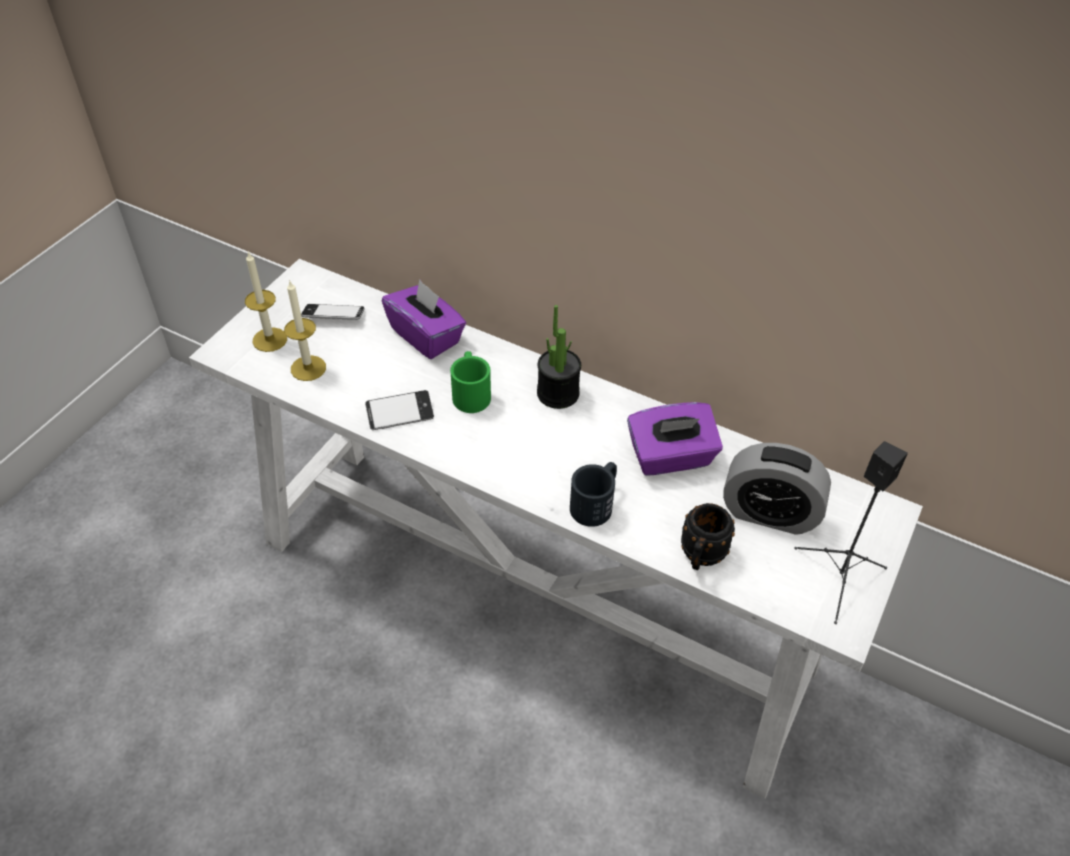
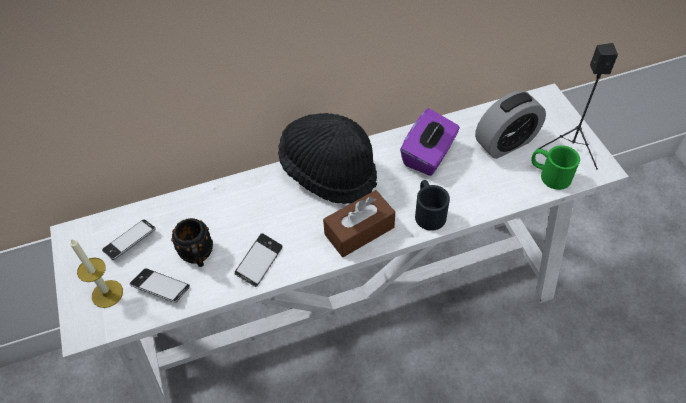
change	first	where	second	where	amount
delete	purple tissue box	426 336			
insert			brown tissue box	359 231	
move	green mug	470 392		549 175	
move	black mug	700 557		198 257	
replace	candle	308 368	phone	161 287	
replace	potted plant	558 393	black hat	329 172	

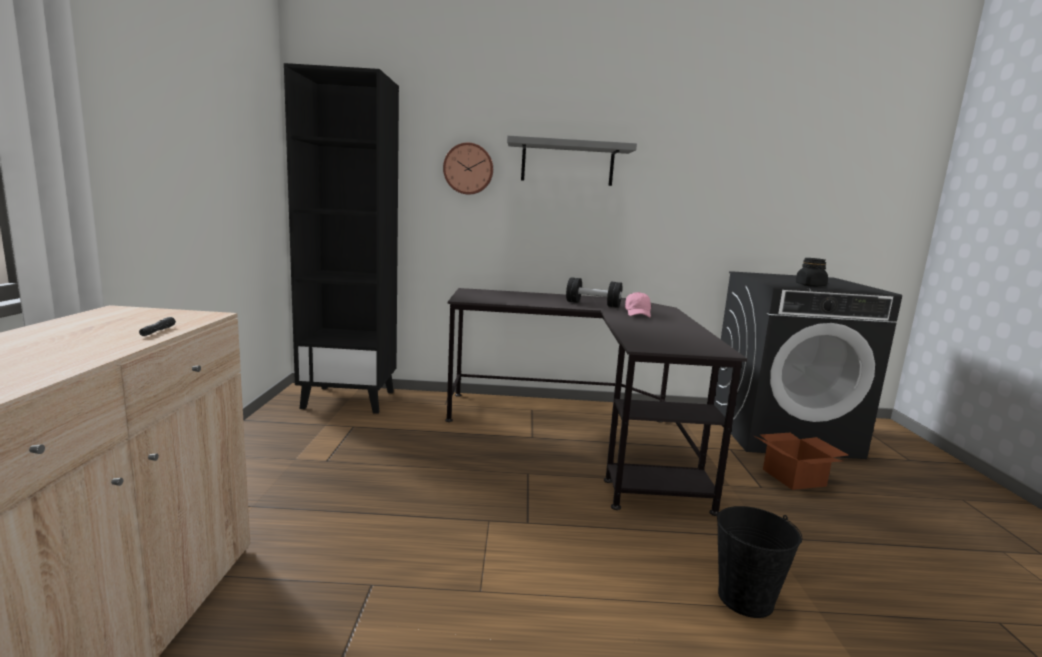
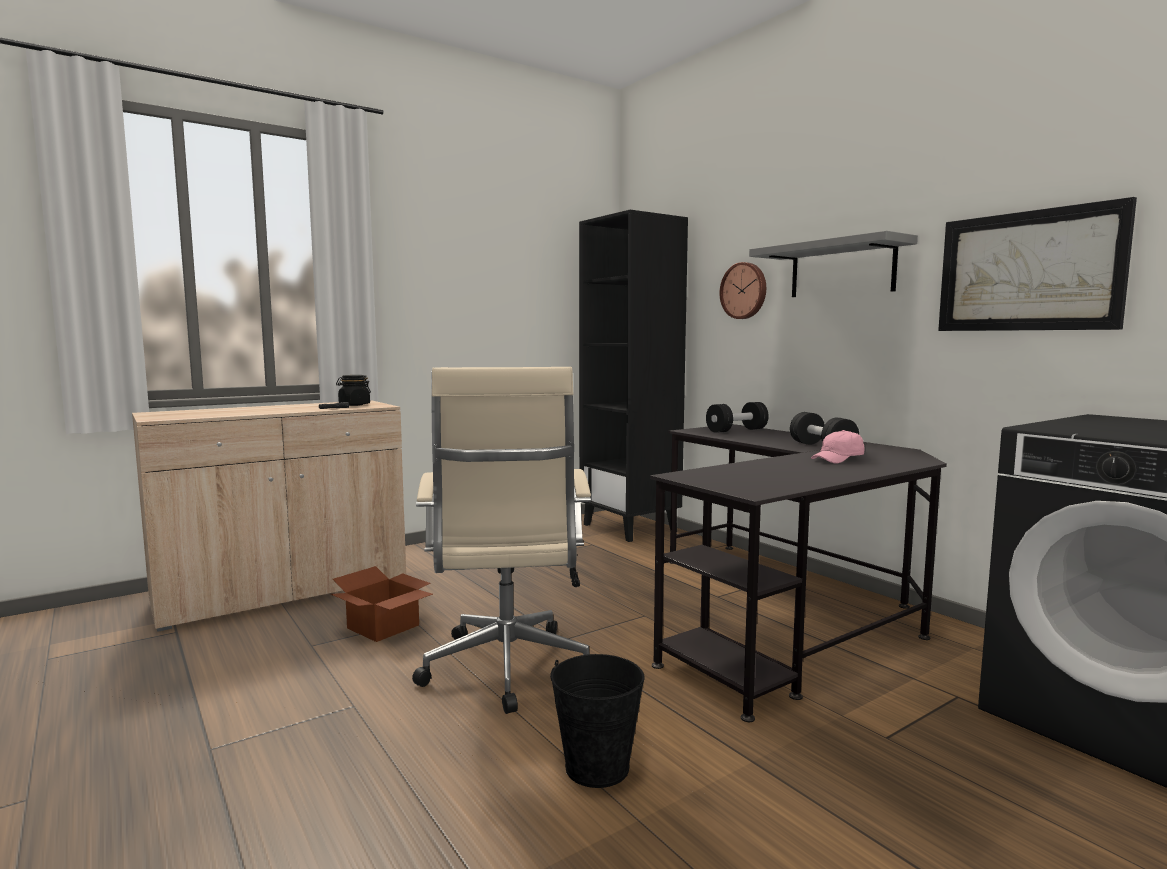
change	first	where	second	where	amount
insert			beige office chair	507 671	
insert			black dumbbell	736 430	
insert			picture	1028 271	
move	cardboard box	795 478		383 627	
move	black jar	810 285		354 405	

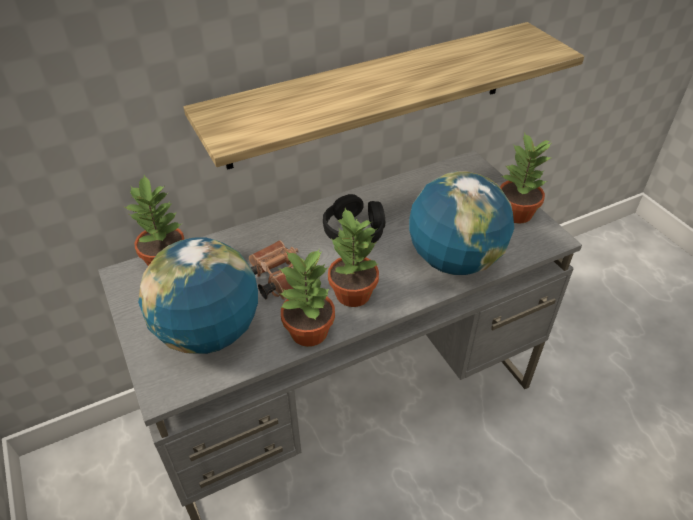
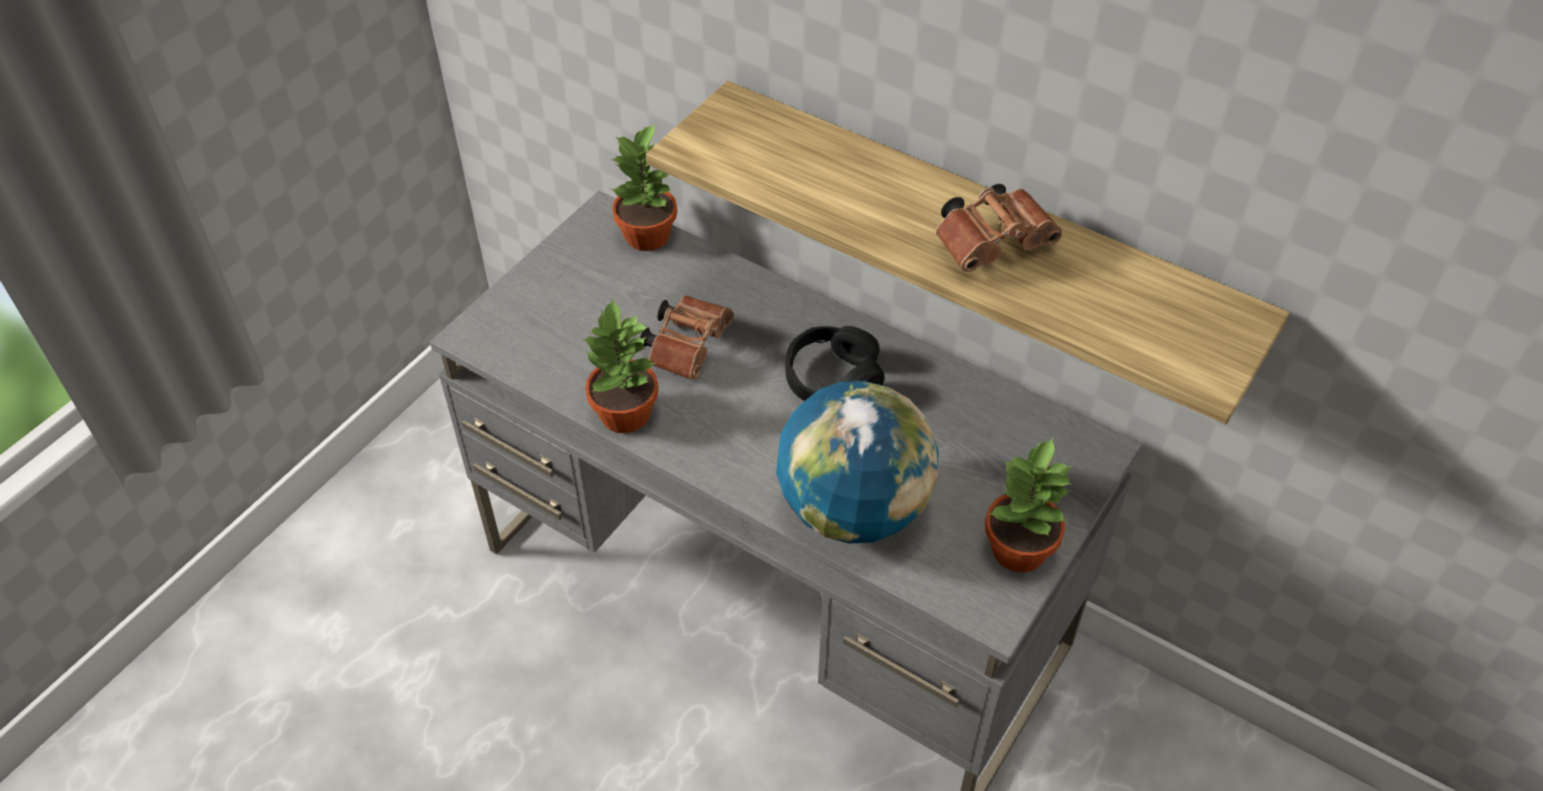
change	first	where	second	where	amount
delete	globe	208 332			
delete	potted plant	352 293			
insert			brown binoculars	995 243	

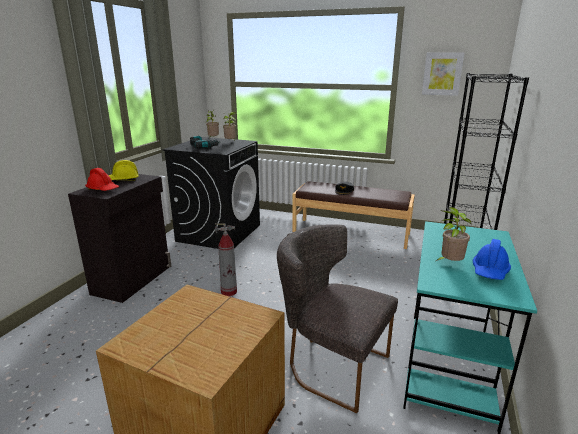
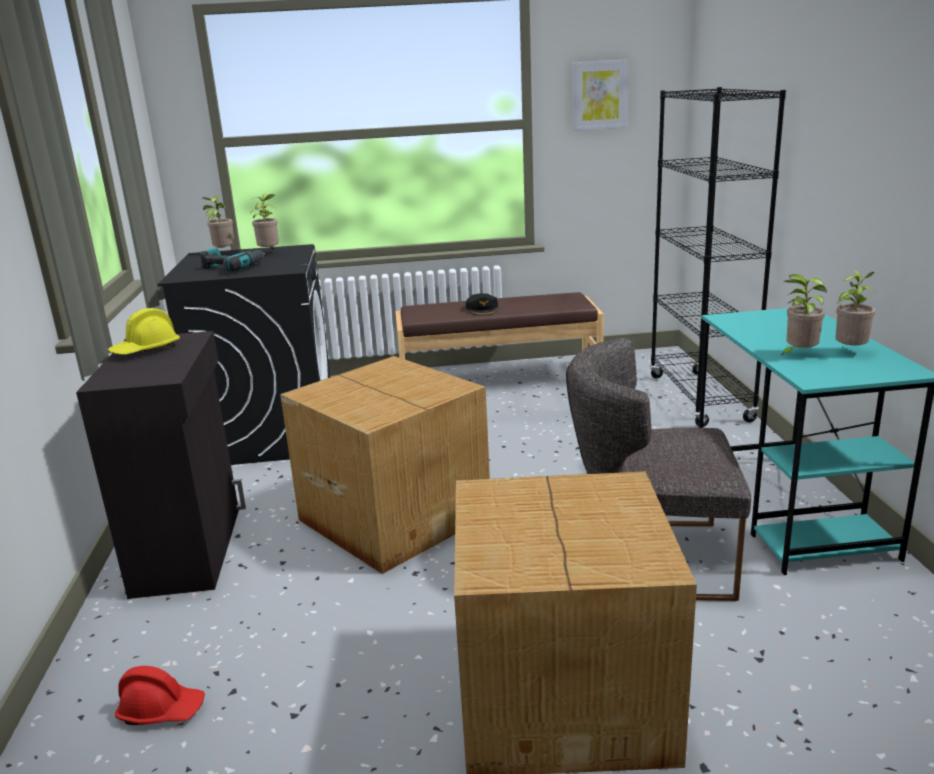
change	first	where	second	where	amount
move	red hard hat	103 189		162 710	
replace	fire extinguisher	229 292	cardboard box	394 515	
replace	blue hard hat	490 271	potted plant	850 351	

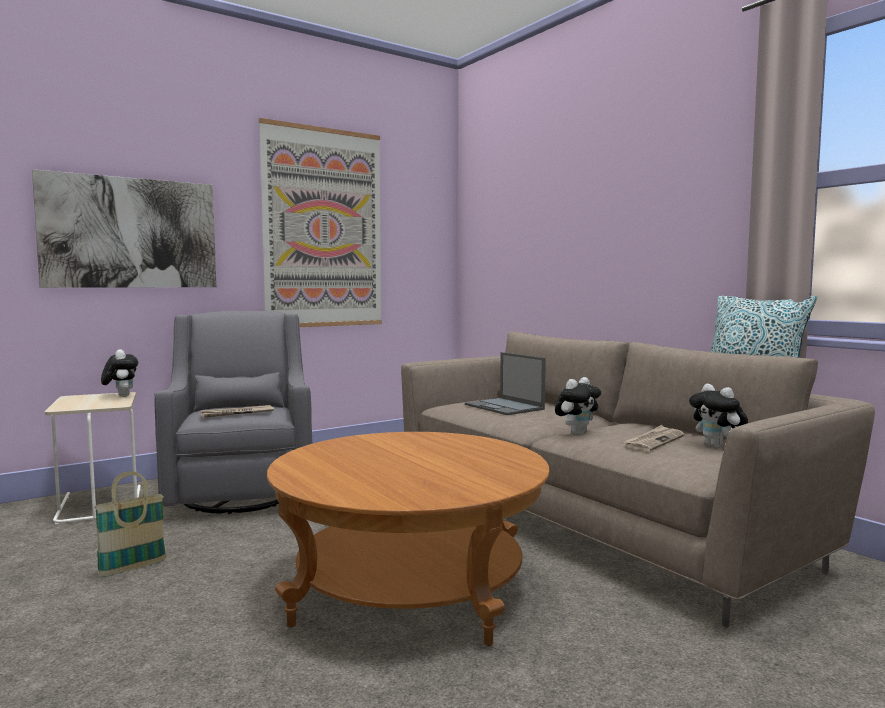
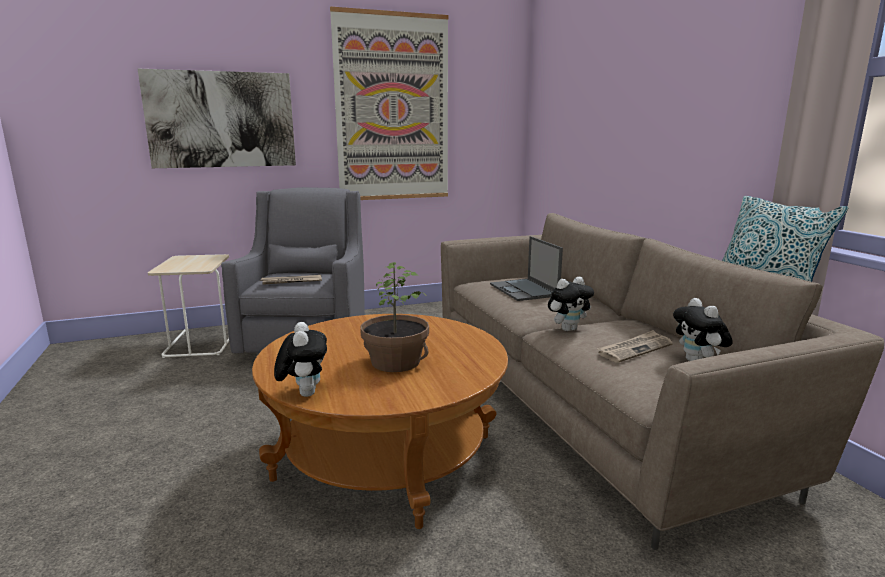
change	first	where	second	where	amount
delete	basket	132 568			
insert			potted plant	395 362	
move	plush toy	121 396		304 393	

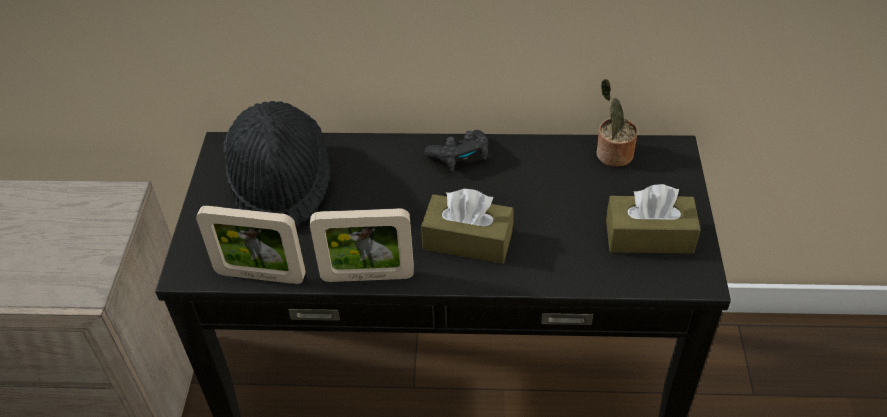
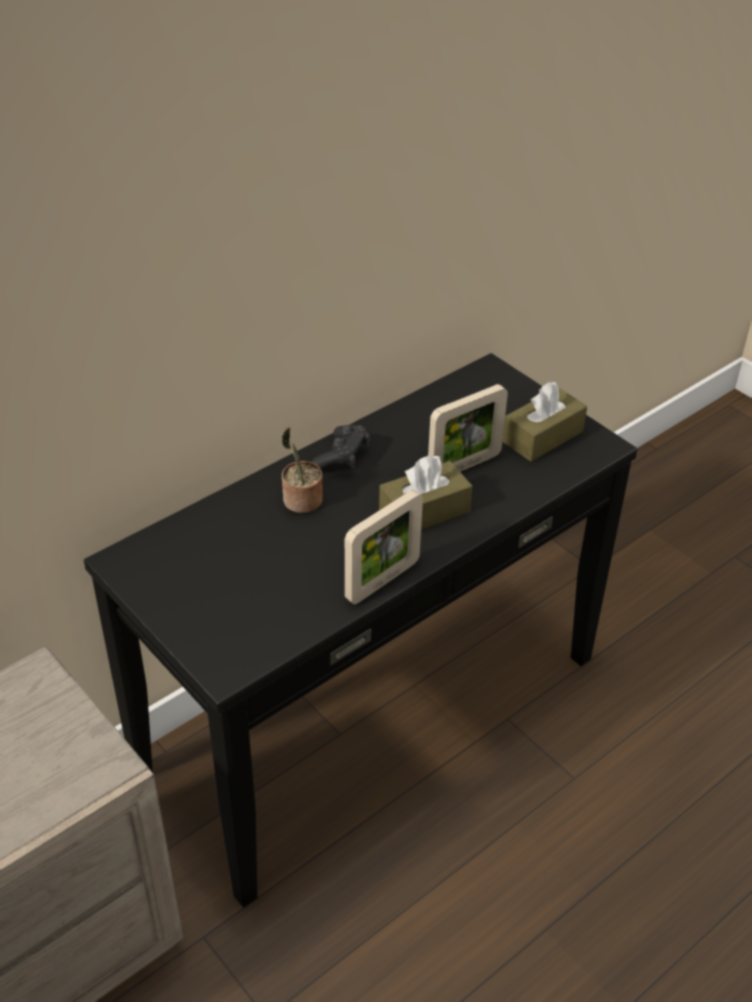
change	first	where	second	where	amount
delete	black hat	280 183			
move	picture frame	260 275		464 466	
move	potted plant	612 154		301 501	

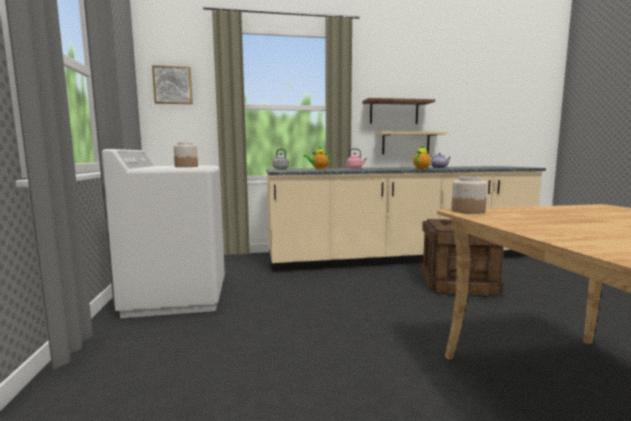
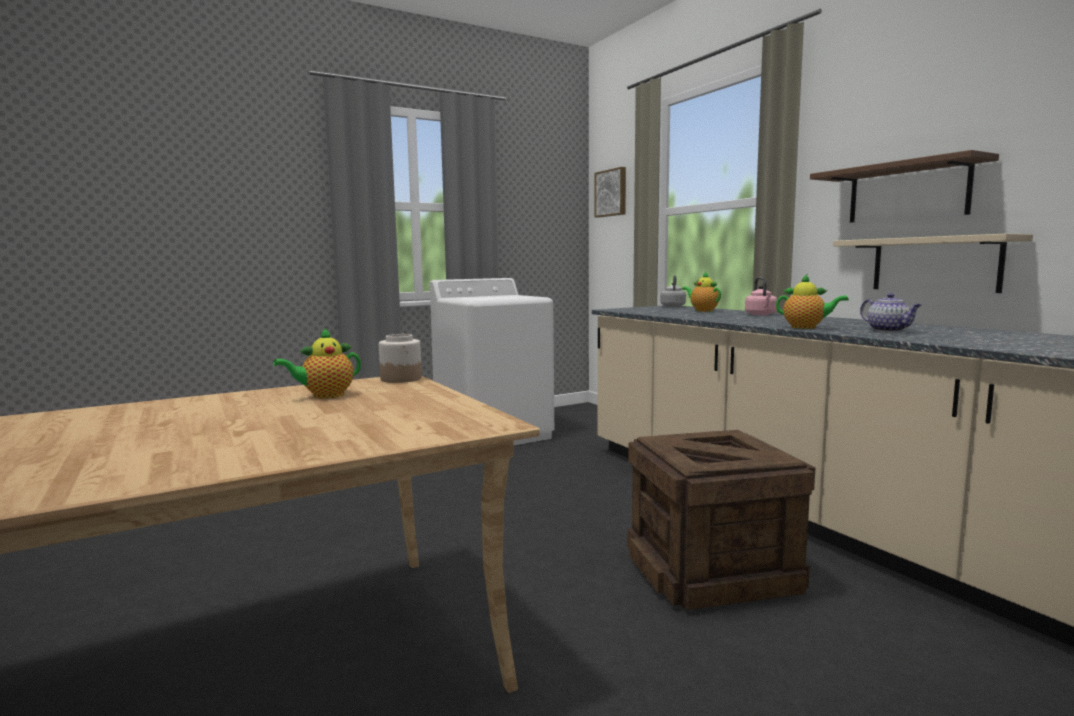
change	first	where	second	where	amount
delete	jar	186 166			
insert			teapot	325 395	

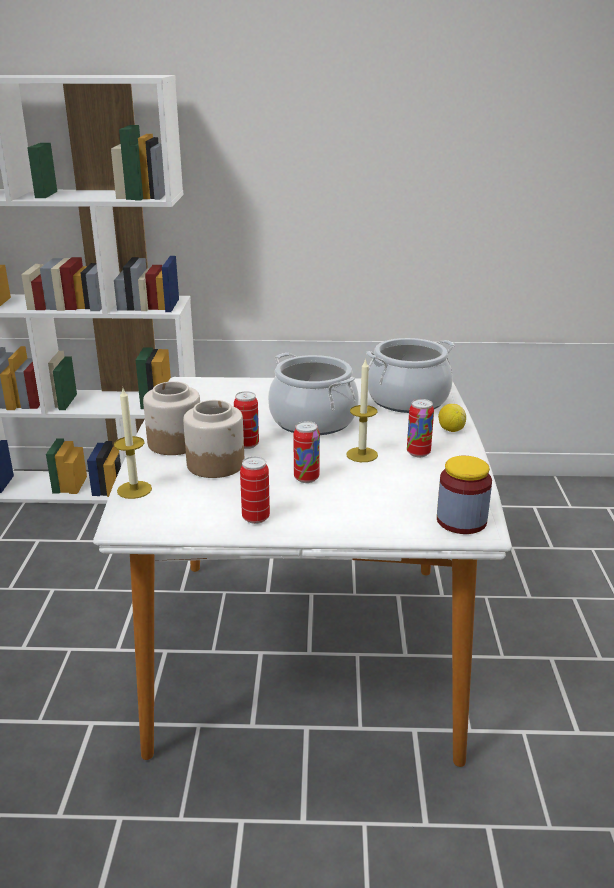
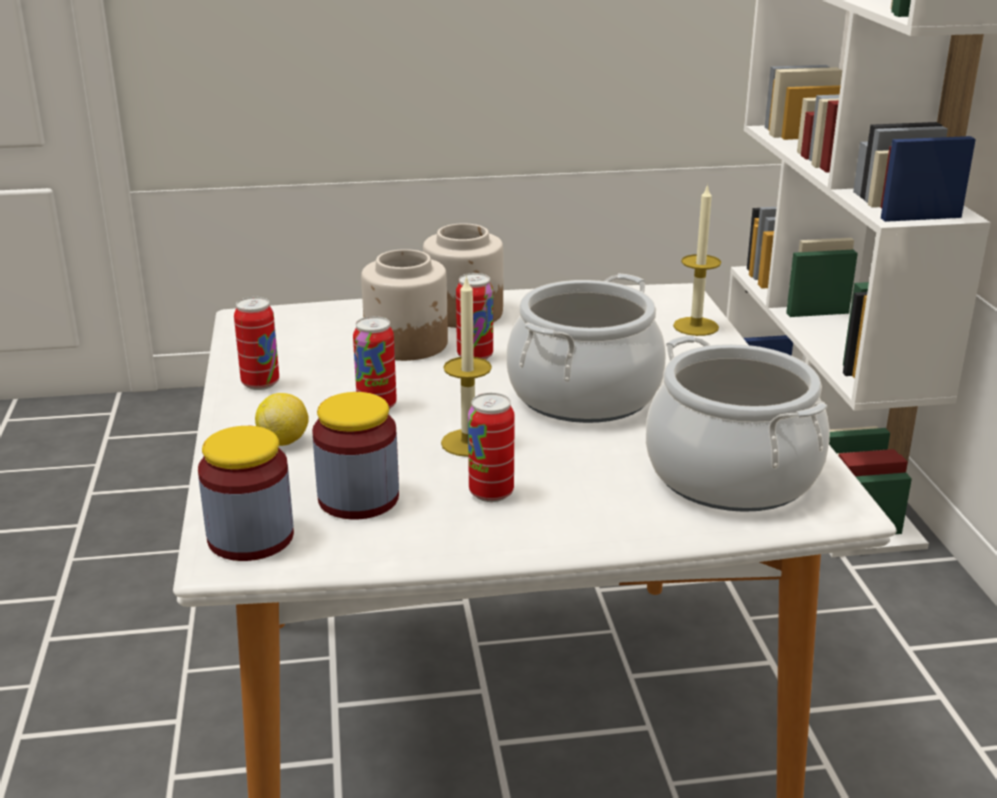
change	first	where	second	where	amount
insert			jar	358 498	
move	candle	134 490		695 326	
move	lemon	451 430		284 441	

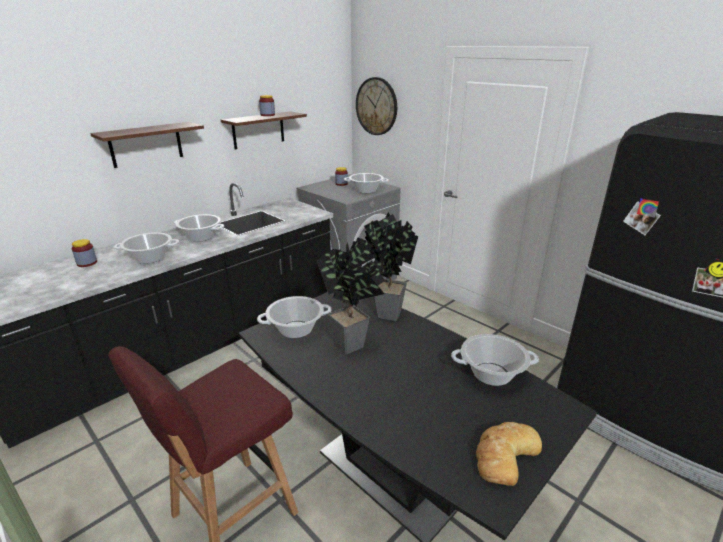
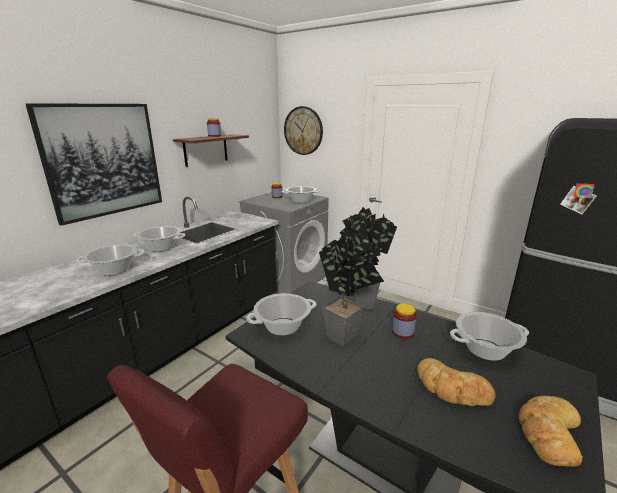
change	first	where	second	where	amount
insert			bread	452 388	
move	jar	87 263		402 332	
replace	shelf	146 144	picture	103 160	

